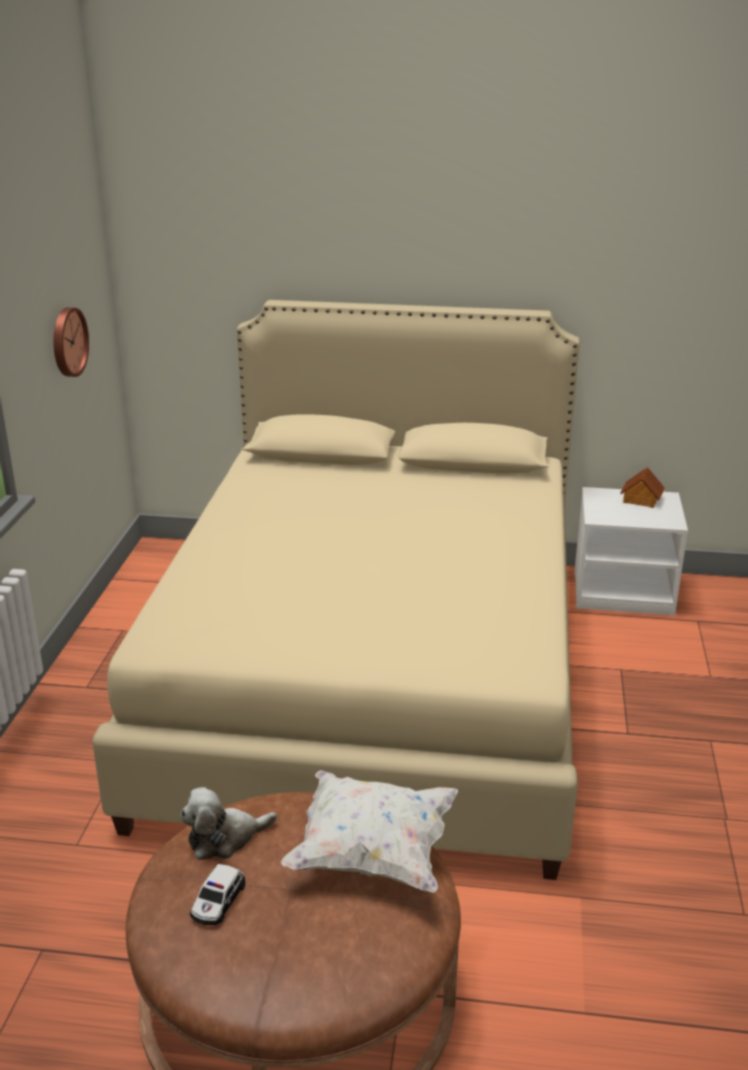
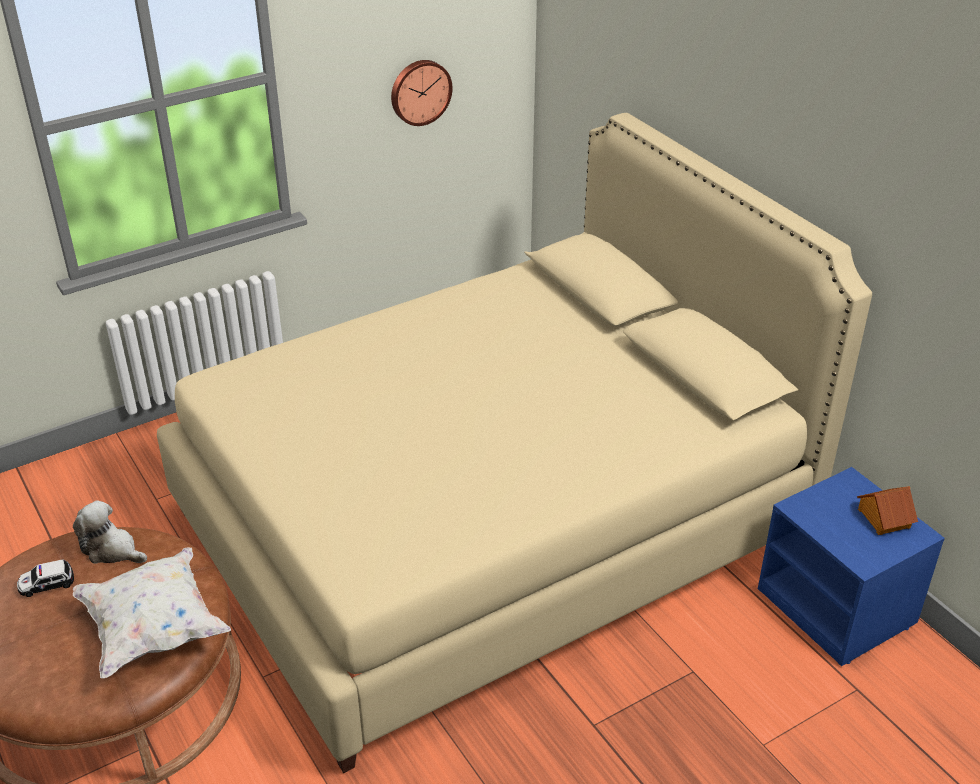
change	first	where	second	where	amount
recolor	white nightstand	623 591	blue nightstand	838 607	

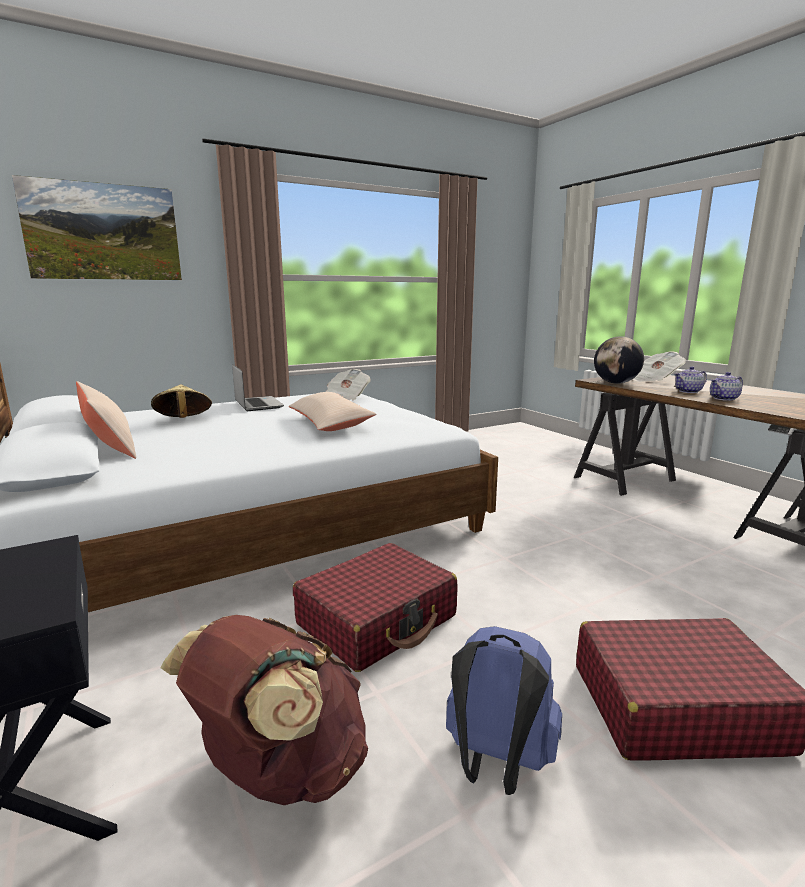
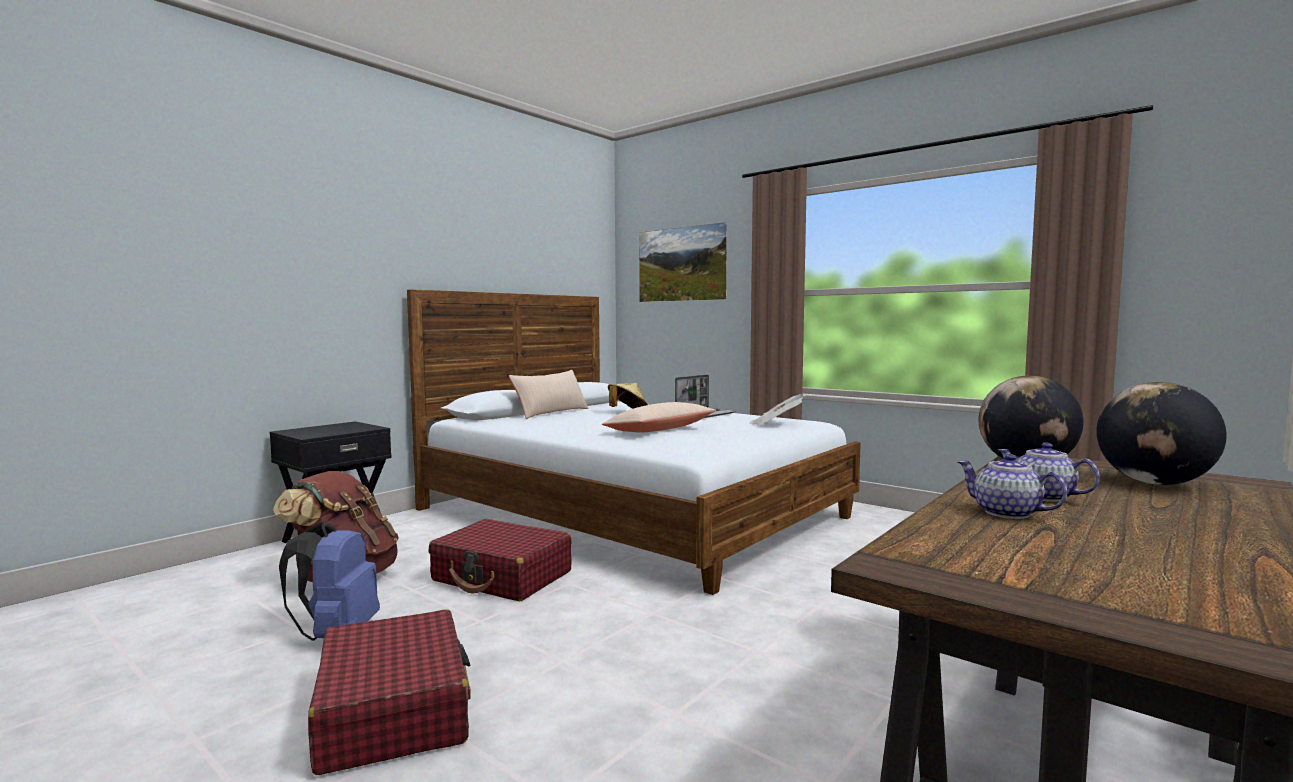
change	first	where	second	where	amount
replace	newspaper	655 380	globe	1154 483	

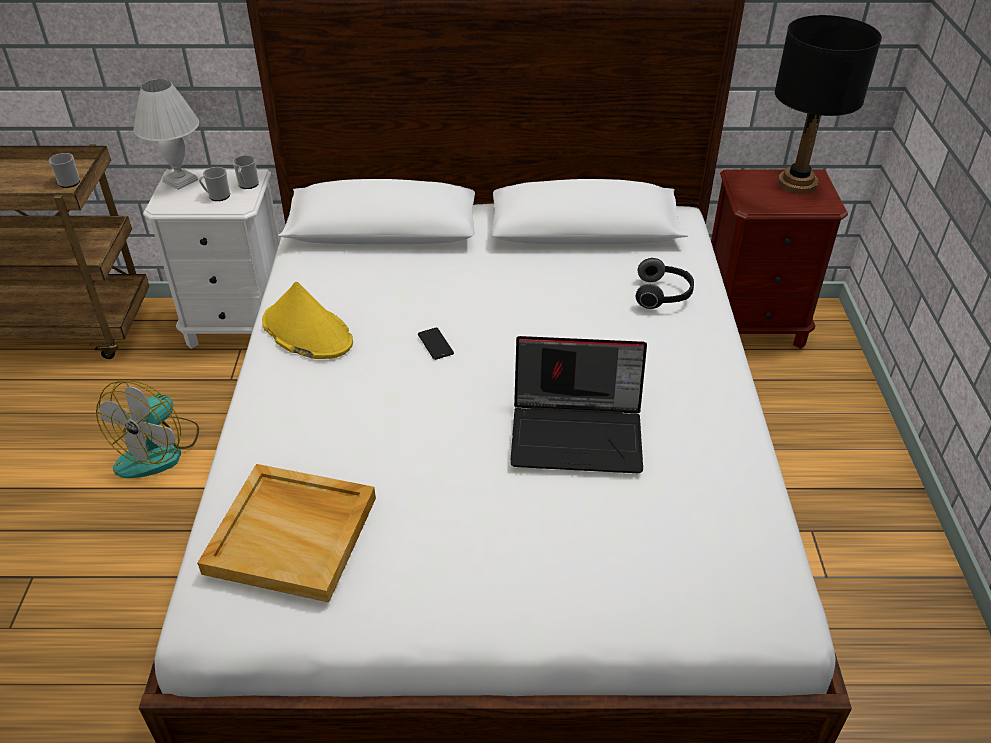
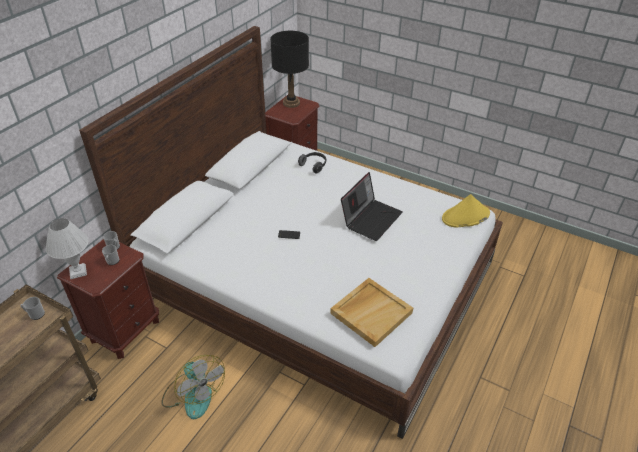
change	first	where	second	where	amount
move	yellow hat	306 332		465 216	
recolor	white nightstand	239 326	brown nightstand	125 330	

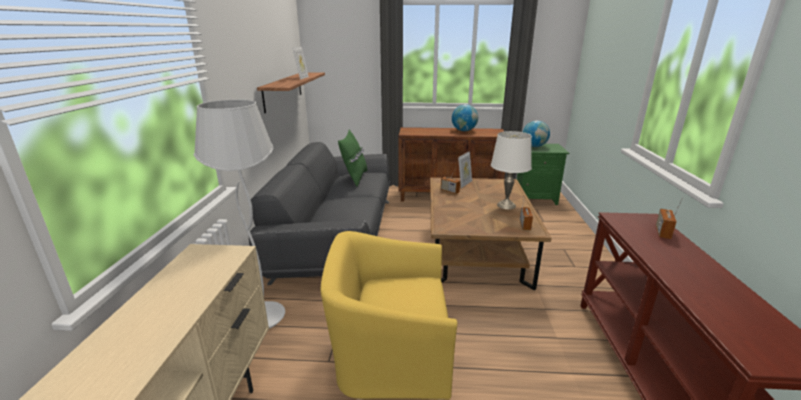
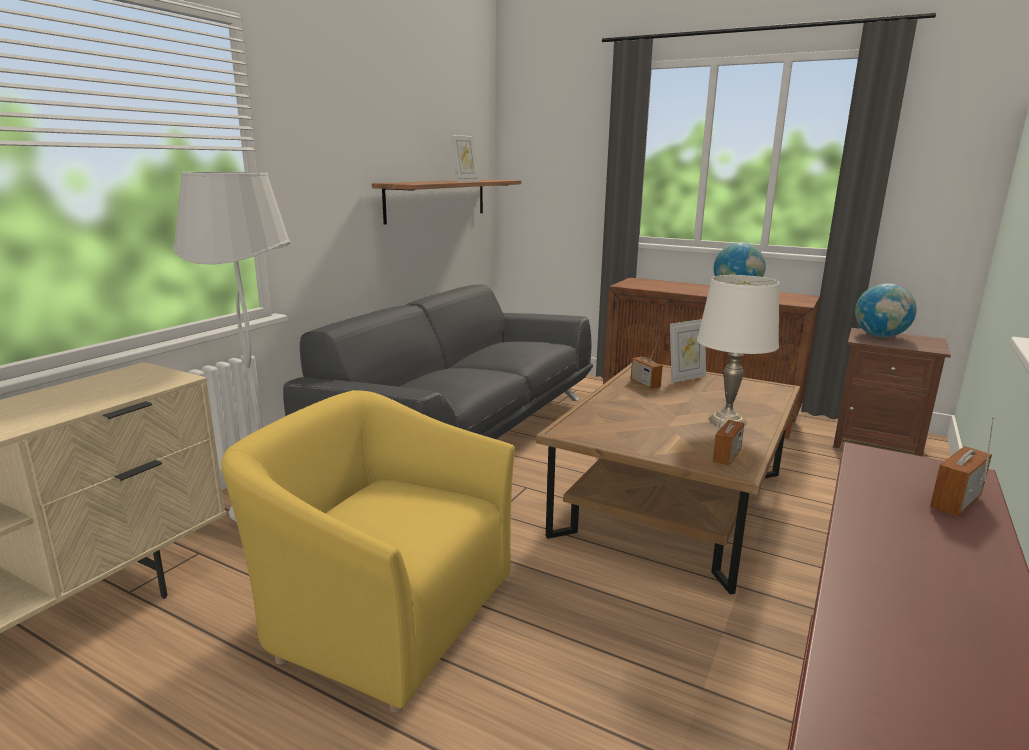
change	first	where	second	where	amount
delete	green pillow	354 178			
recolor	green nightstand	535 198	brown nightstand	876 444	

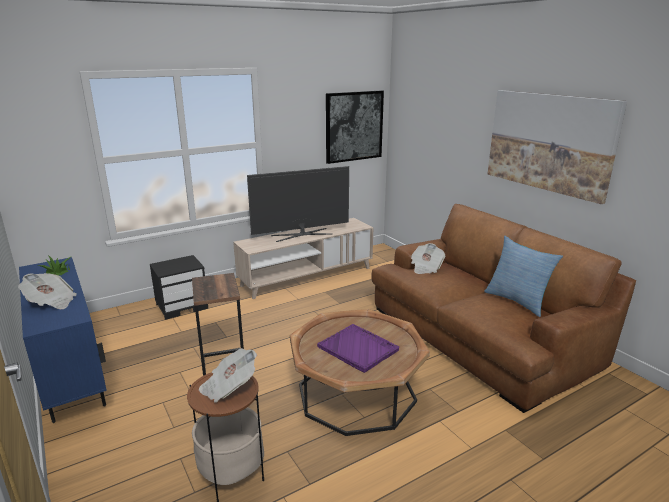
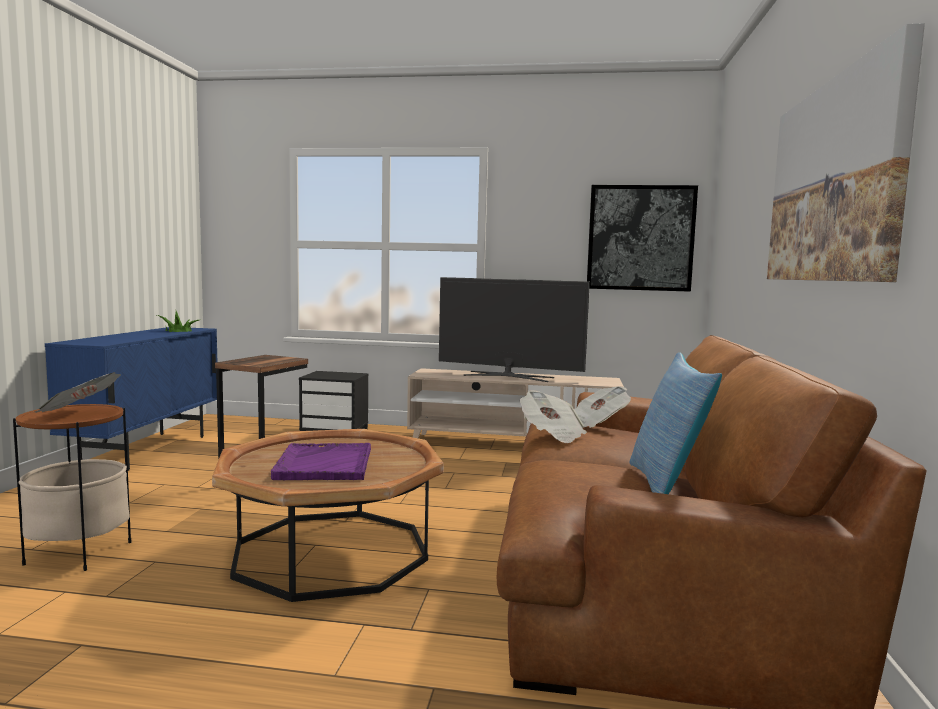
change	first	where	second	where	amount
move	newspaper	51 302		552 434	

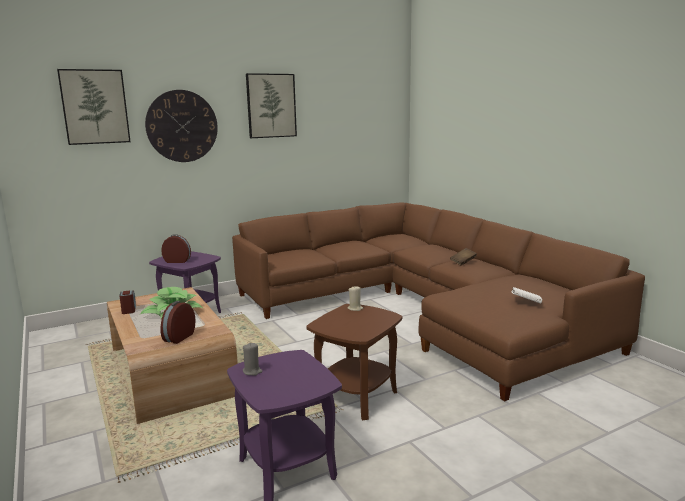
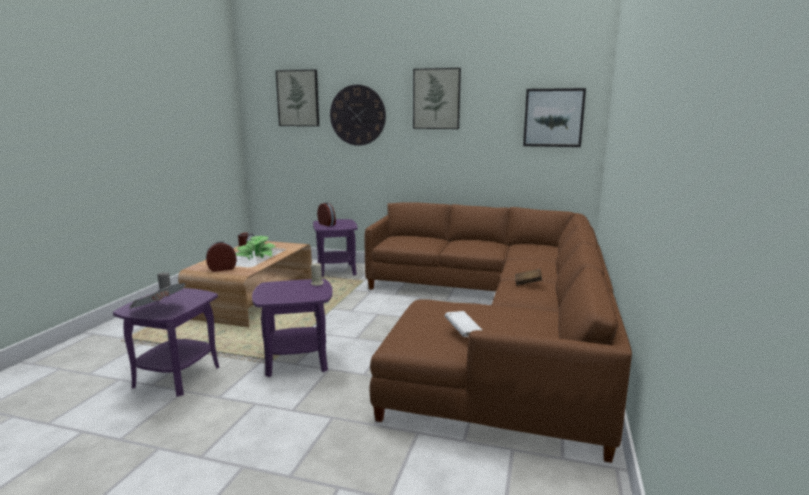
change	first	where	second	where	amount
insert			newspaper	159 310	
insert			picture	553 118	
recolor	brown side table	356 396	purple side table	297 360	

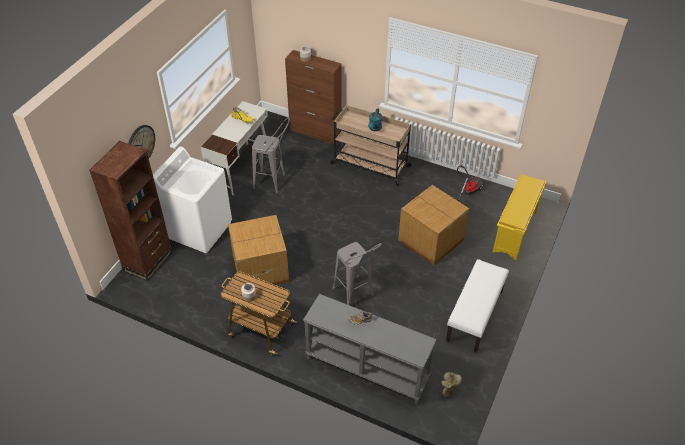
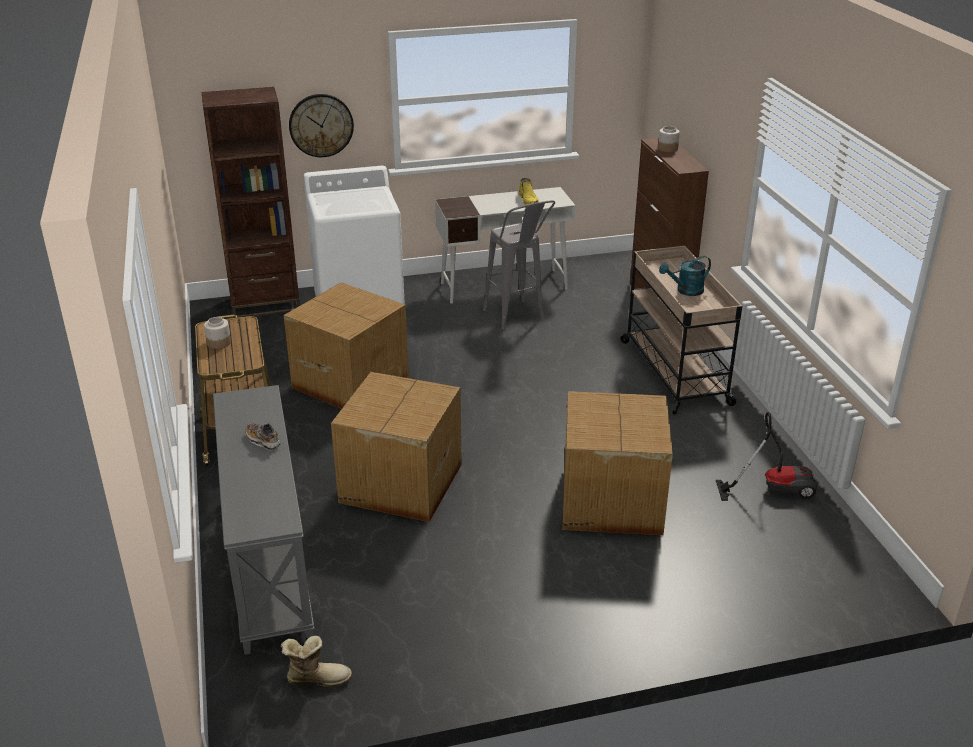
change	first	where	second	where	amount
delete	white bench	475 316			
delete	yellow shoe rack	515 232			
replace	grey stool	356 296	cardboard box	399 484	

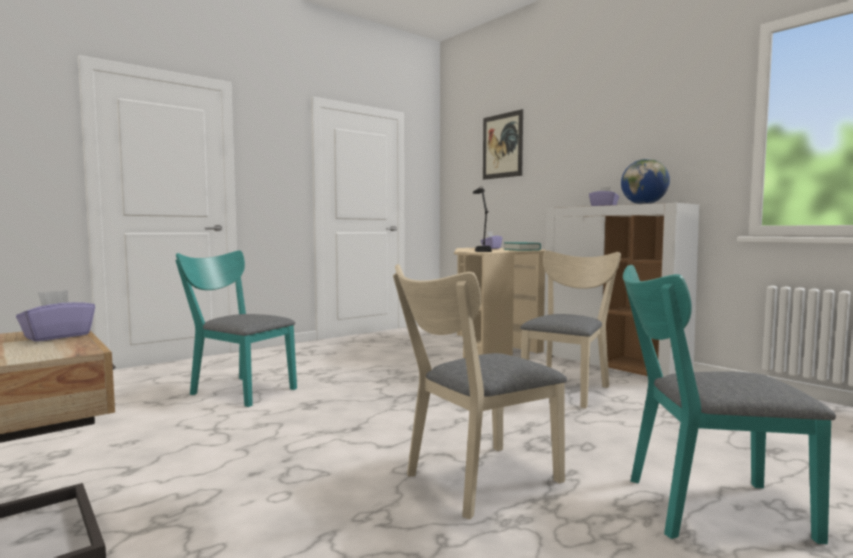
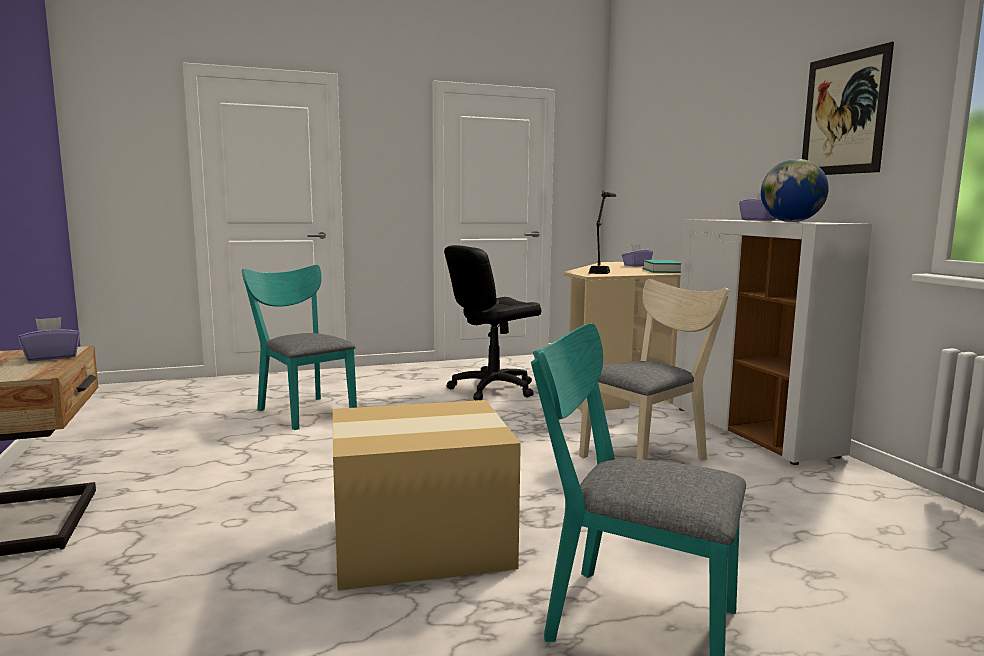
change	first	where	second	where	amount
insert			black office chair	492 389	
move	picture	502 146		844 114	
replace	beige chair	474 481	cardboard box	418 541	

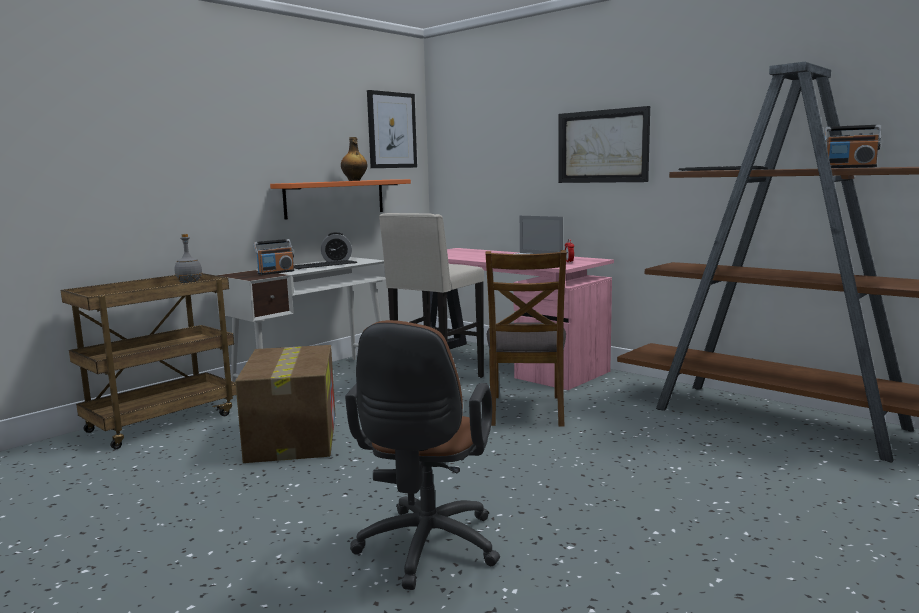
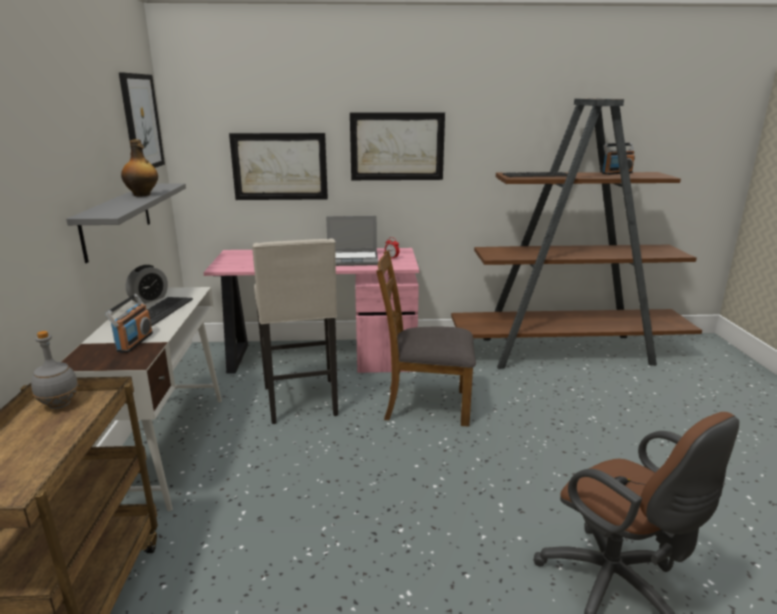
change	first	where	second	where	amount
delete	cardboard box	293 436			
insert			picture	280 166	
recolor	orange shelf	335 198	grey shelf	117 219	
rotate	brown chair	526 410		426 404	135 degrees clockwise

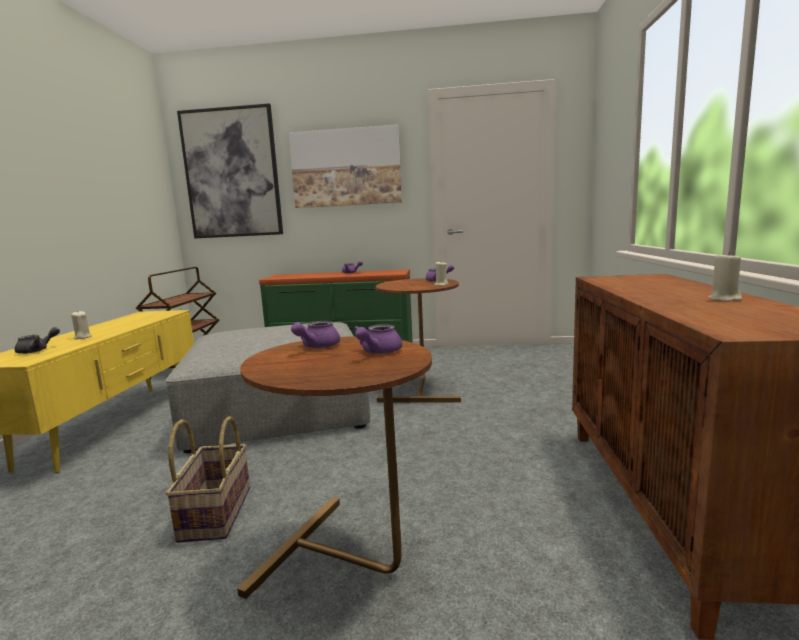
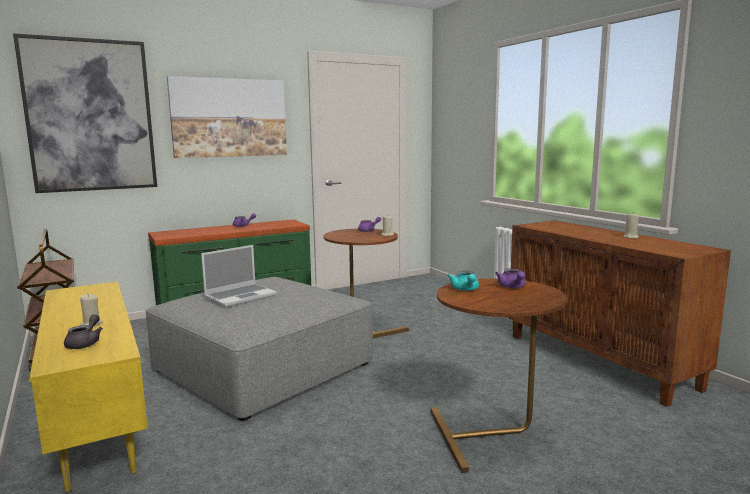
change	first	where	second	where	amount
delete	basket	215 513			
insert			laptop	241 296	
recolor	purple teapot	316 346	turquoise teapot	465 289	

